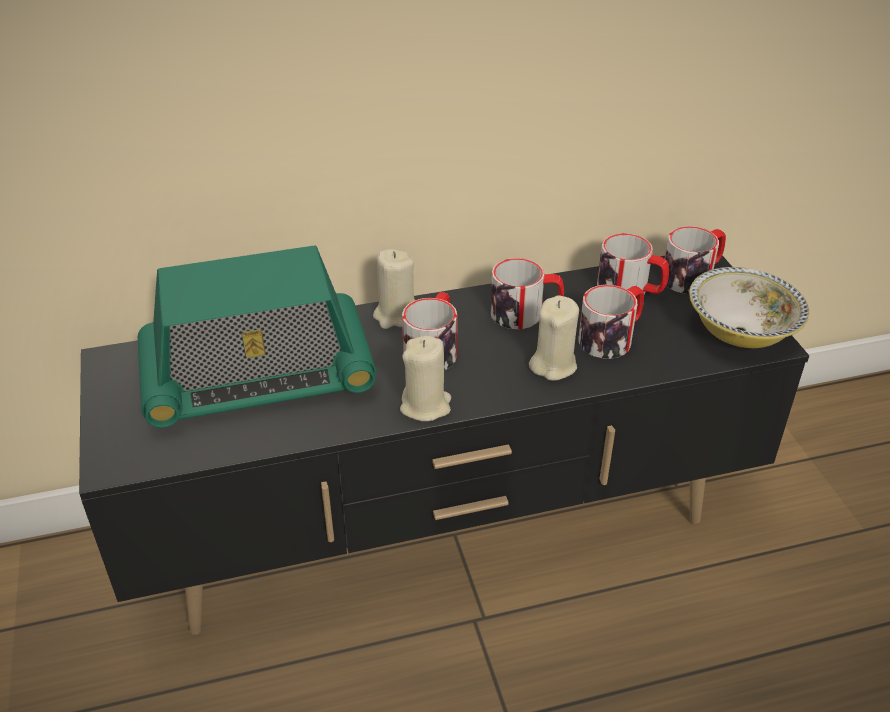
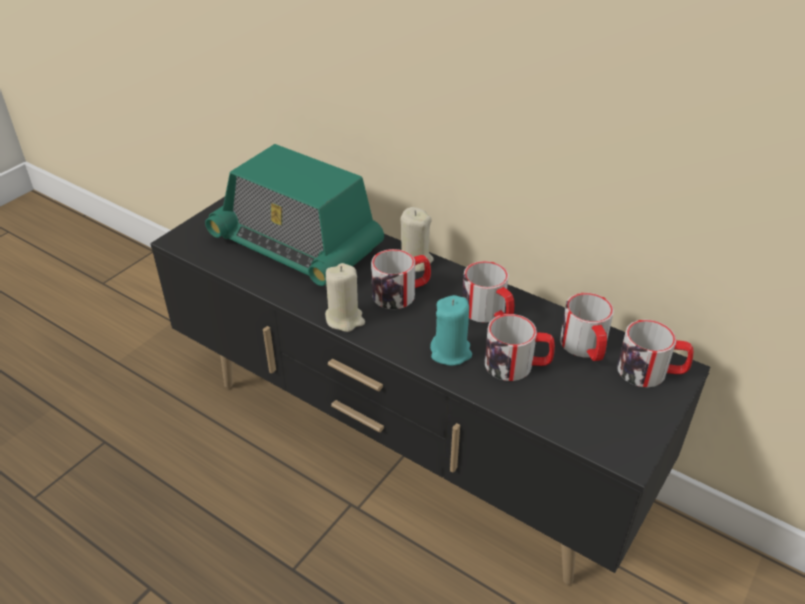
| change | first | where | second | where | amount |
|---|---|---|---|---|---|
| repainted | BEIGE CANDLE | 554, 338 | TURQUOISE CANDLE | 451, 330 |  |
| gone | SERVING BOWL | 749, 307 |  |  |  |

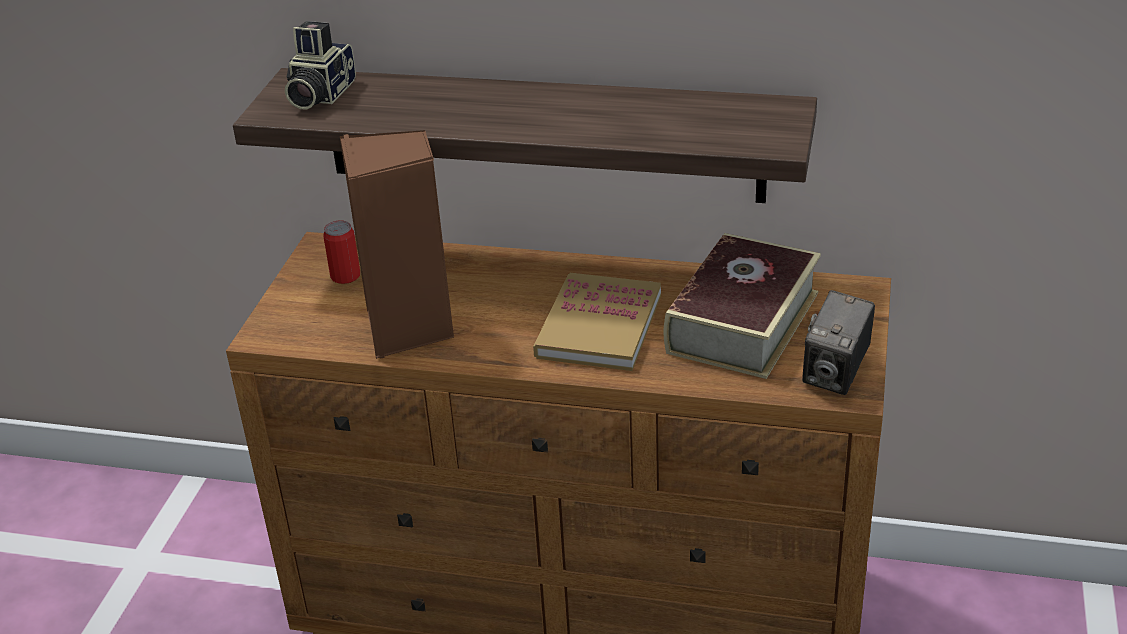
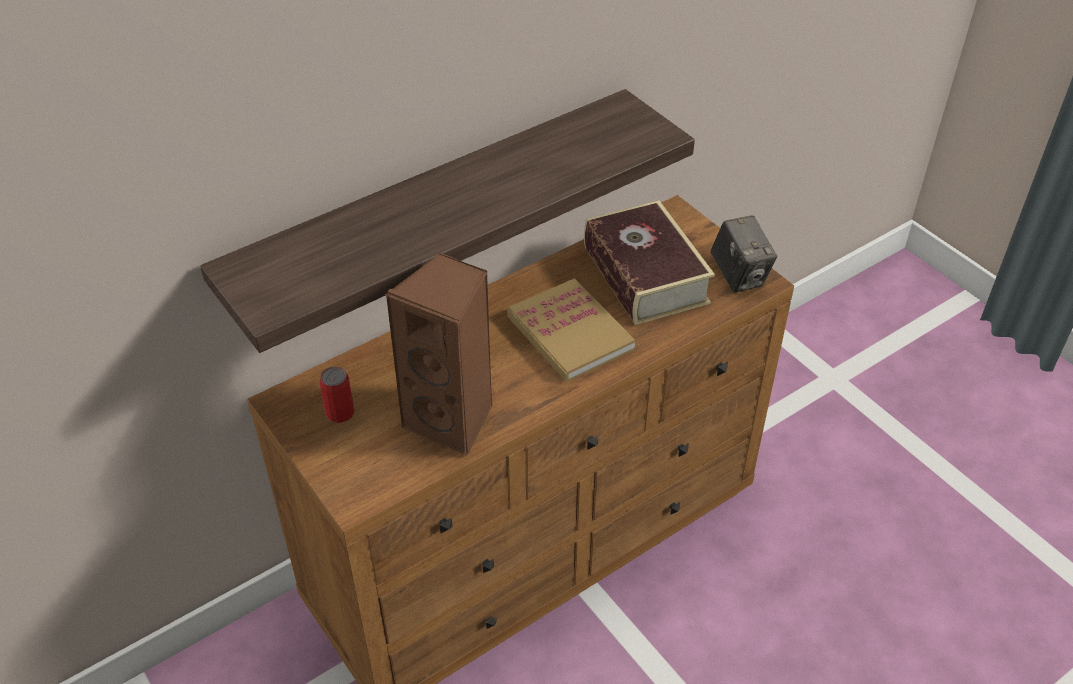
| change | first | where | second | where | amount |
|---|---|---|---|---|---|
| gone | PHOTO CAMERA | 320, 65 |  |  |  |

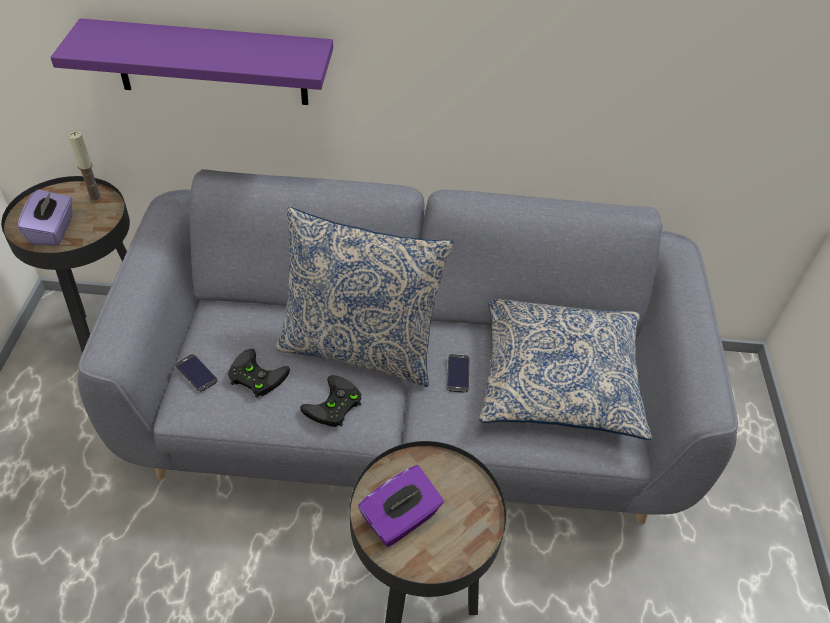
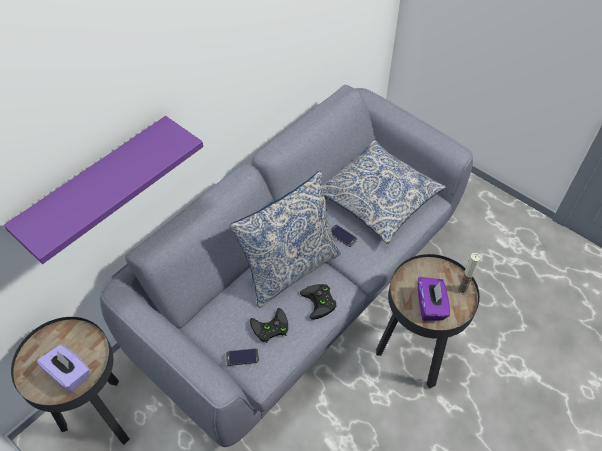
| change | first | where | second | where | amount |
|---|---|---|---|---|---|
| shifted | CANDLE | 85, 166 |  | 469, 273 |  |

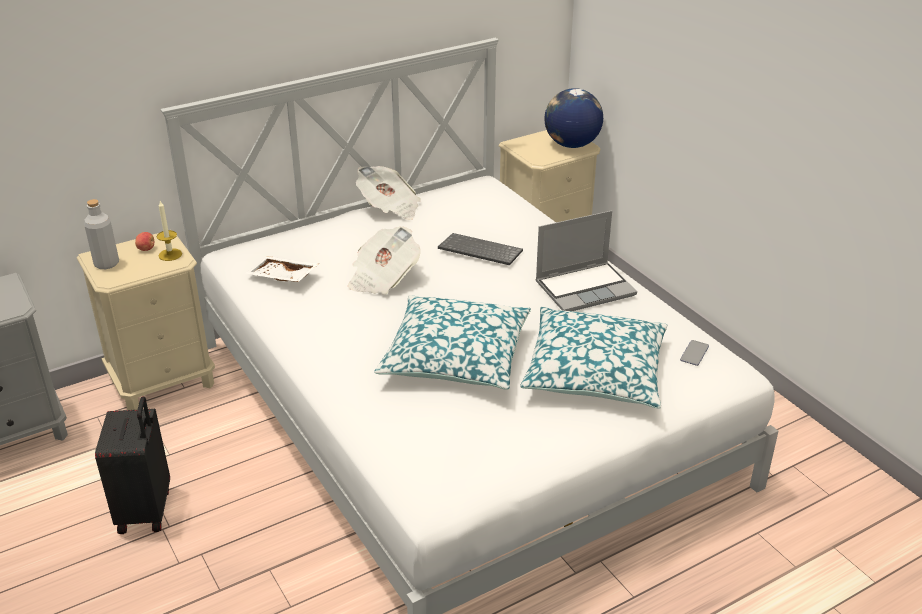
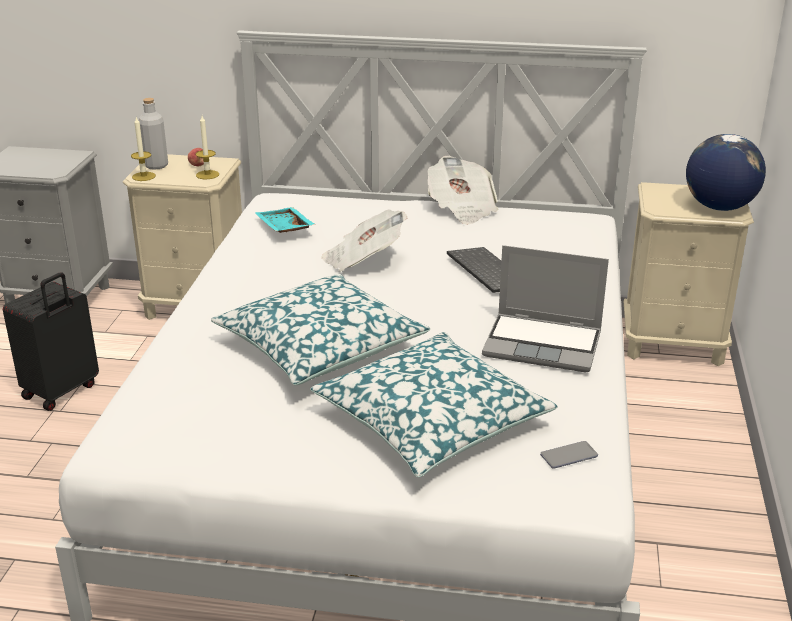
| change | first | where | second | where | amount |
|---|---|---|---|---|---|
| new |  |  | CANDLE | 143, 149 |  |
| repainted | WHITISH CARRYING TRAY | 282, 269 | TURQUOISE CARRYING TRAY | 286, 220 |  |

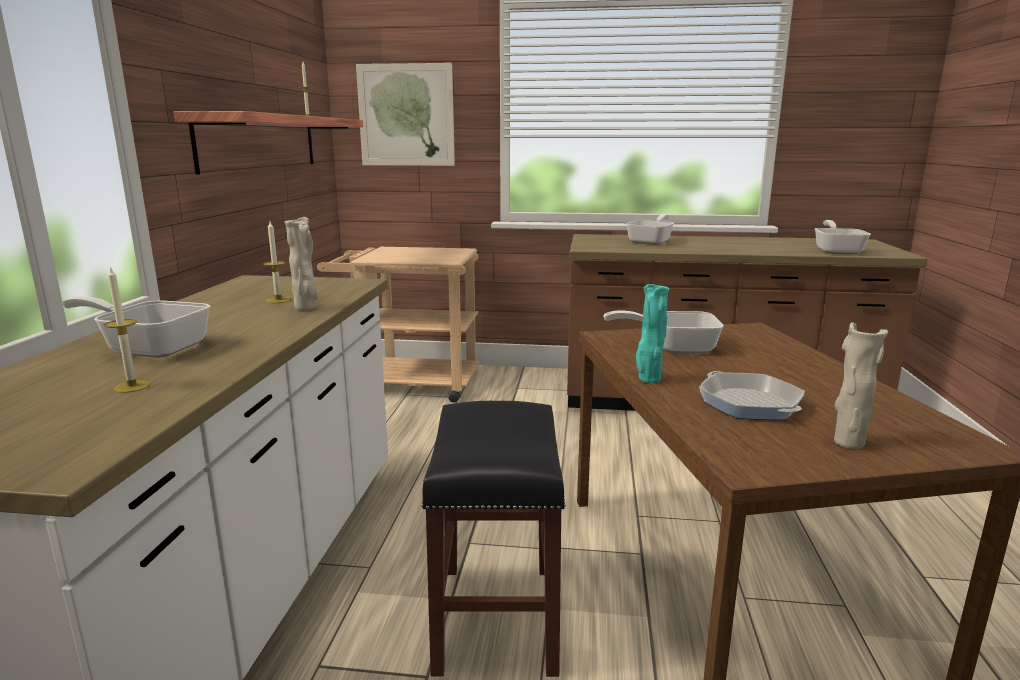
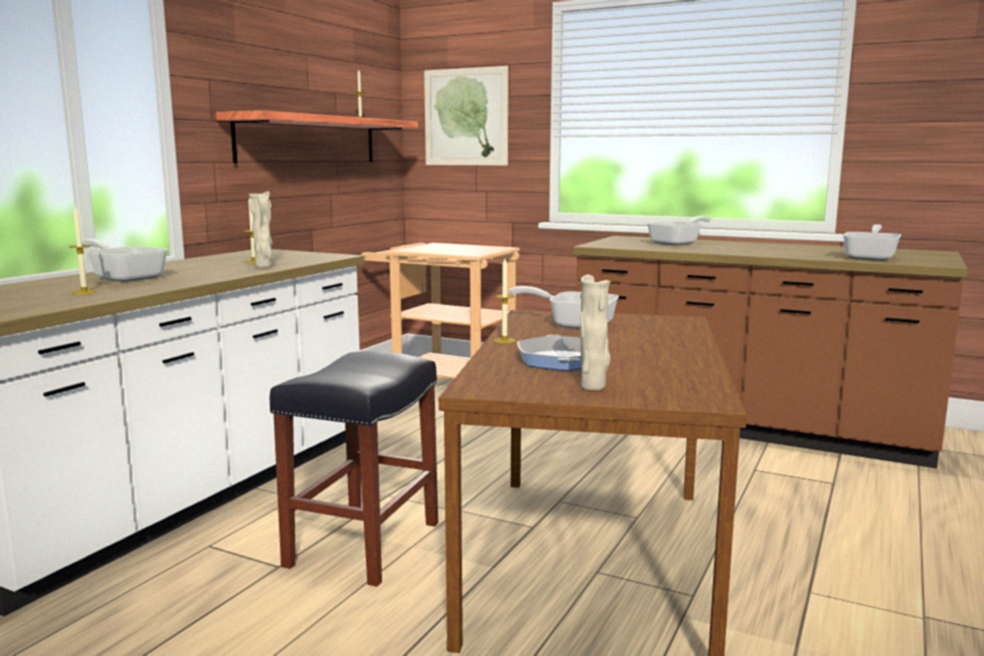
| change | first | where | second | where | amount |
|---|---|---|---|---|---|
| swapped | TURQUOISE FLOWER VASE | 652, 333 | CANDLE | 504, 301 |  |

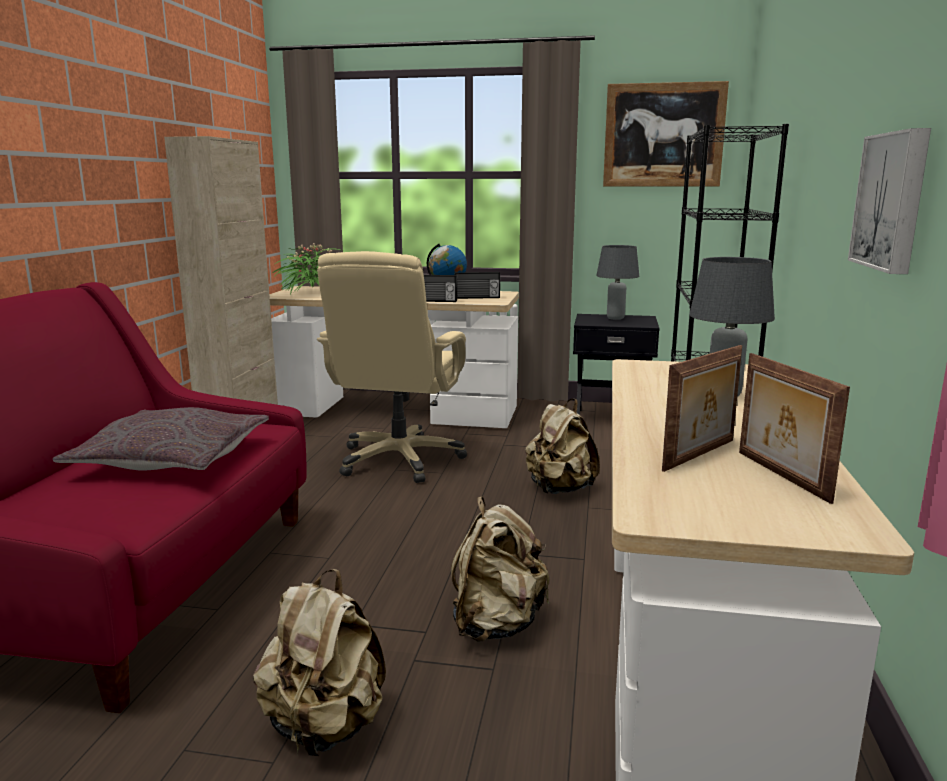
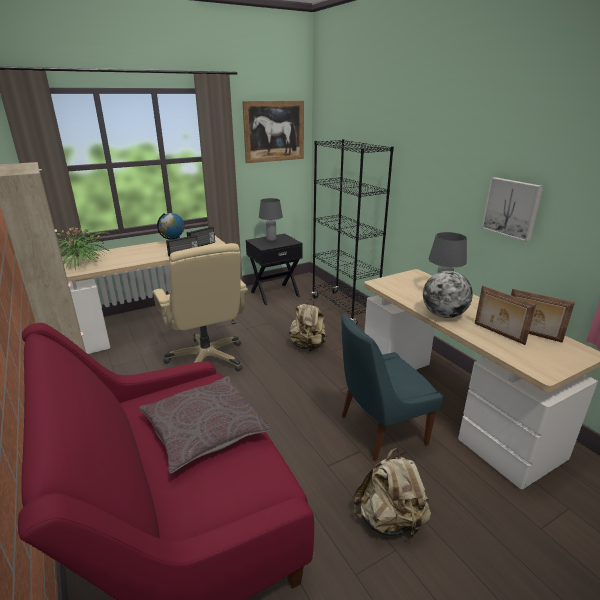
| change | first | where | second | where | amount |
|---|---|---|---|---|---|
| swapped | BEIGE RUCKSACK | 500, 569 | BLUE UPRIGHT CHAIR | 392, 387 |  |
| new |  |  | GLOBE | 448, 294 |  |
| rotated | PICTURE FRAME | 702, 408 |  | 505, 315 | 135 degrees clockwise |

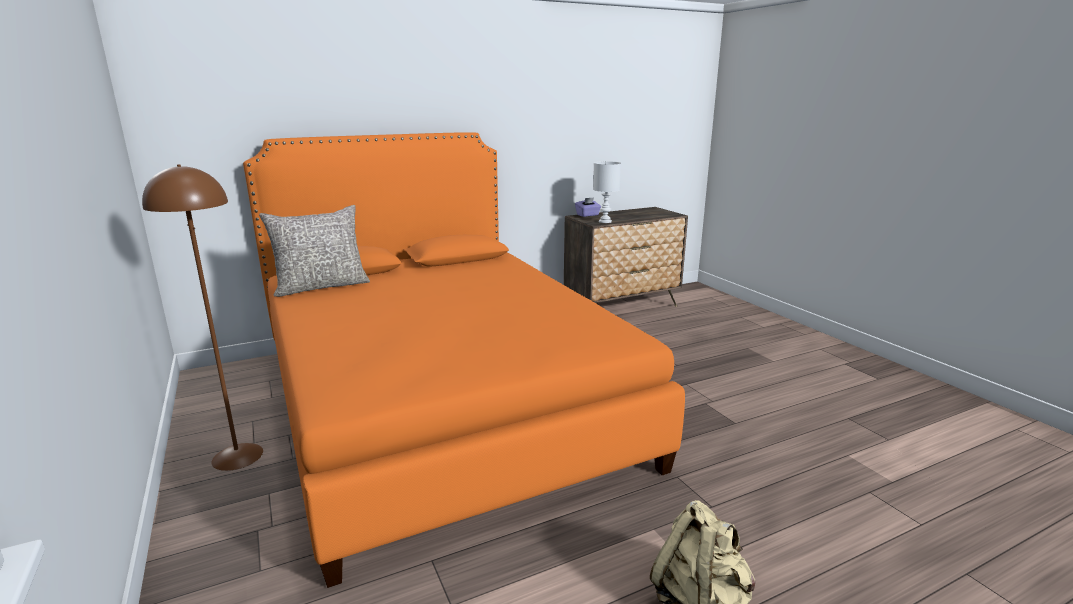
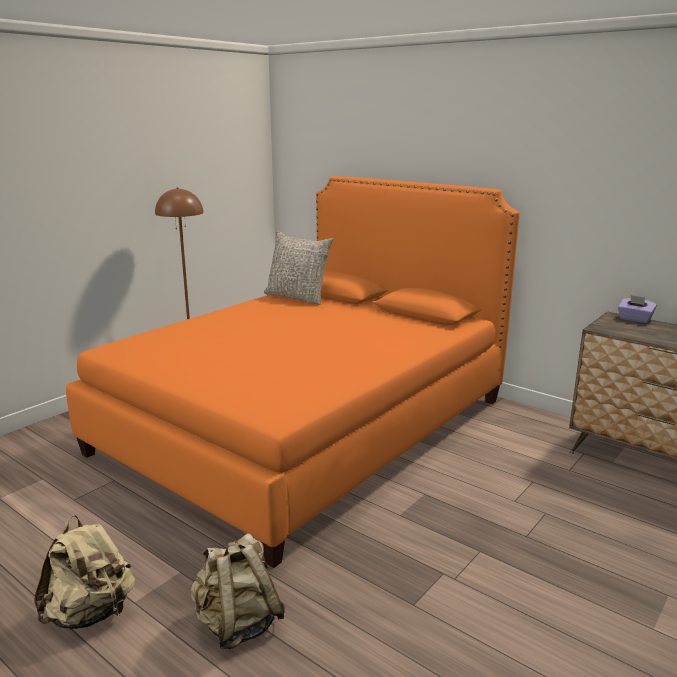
| change | first | where | second | where | amount |
|---|---|---|---|---|---|
| new |  |  | BEIGE RUCKSACK | 237, 591 |  |
| gone | WHITISH LAMP FOR A TABLE | 607, 192 |  |  |  |

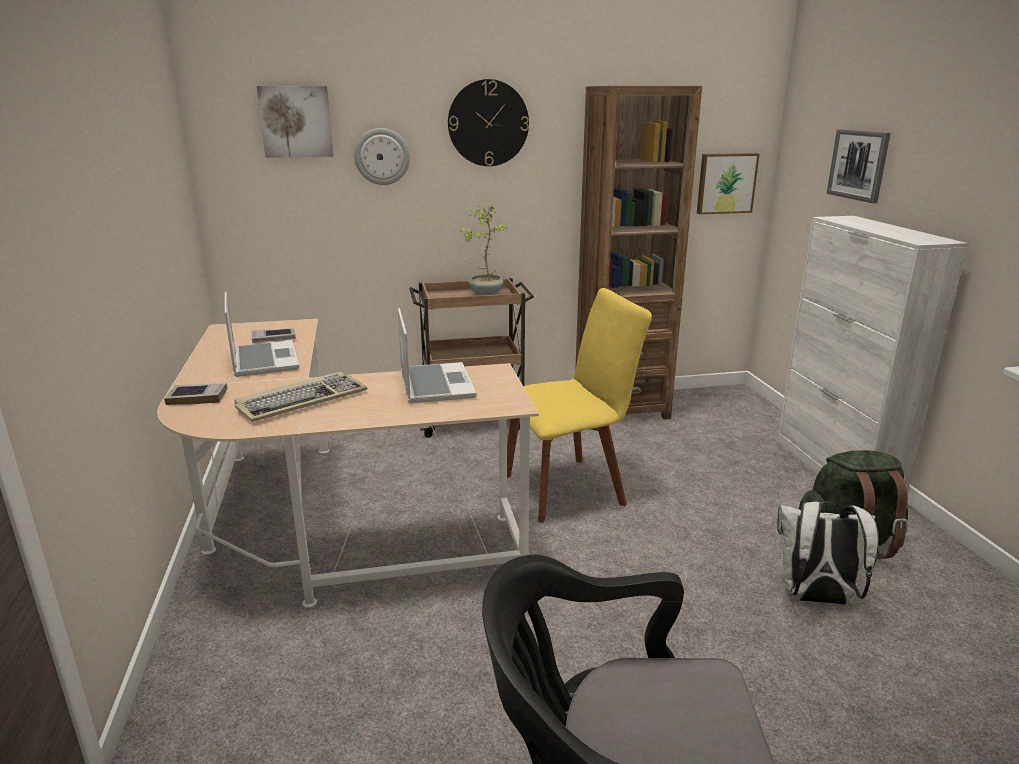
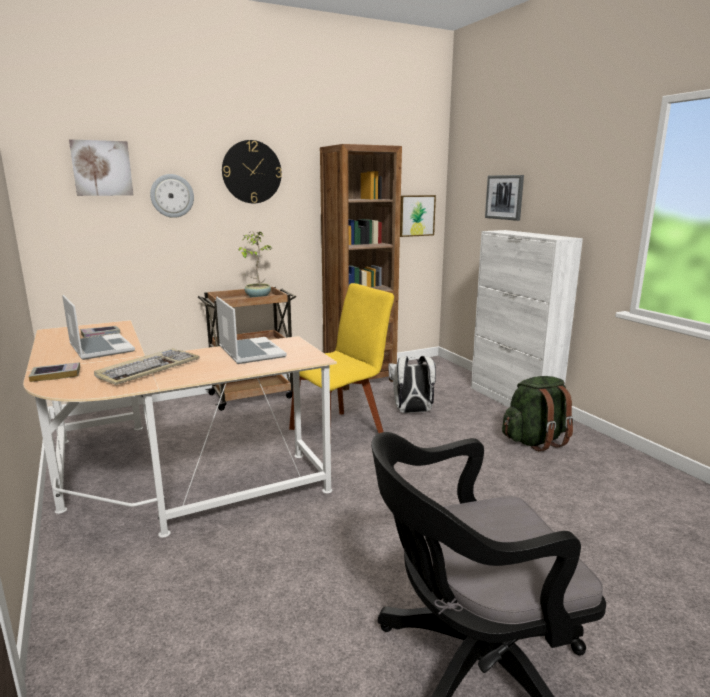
| change | first | where | second | where | amount |
|---|---|---|---|---|---|
| shifted | WHITISH RUCKSACK | 828, 553 |  | 412, 384 |  |

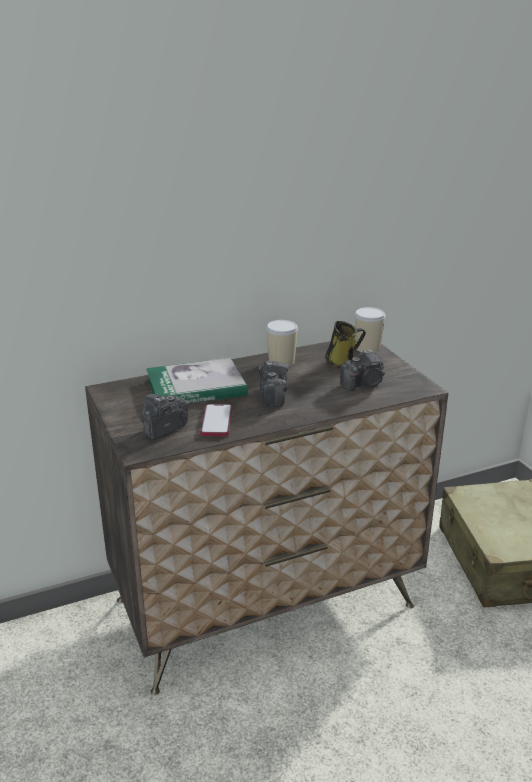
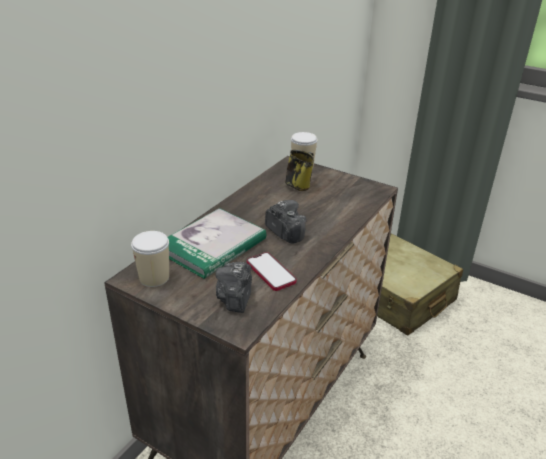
| change | first | where | second | where | amount |
|---|---|---|---|---|---|
| shifted | CUP | 282, 343 |  | 150, 259 |  |
| gone | PHOTO CAMERA | 362, 370 |  |  |  |

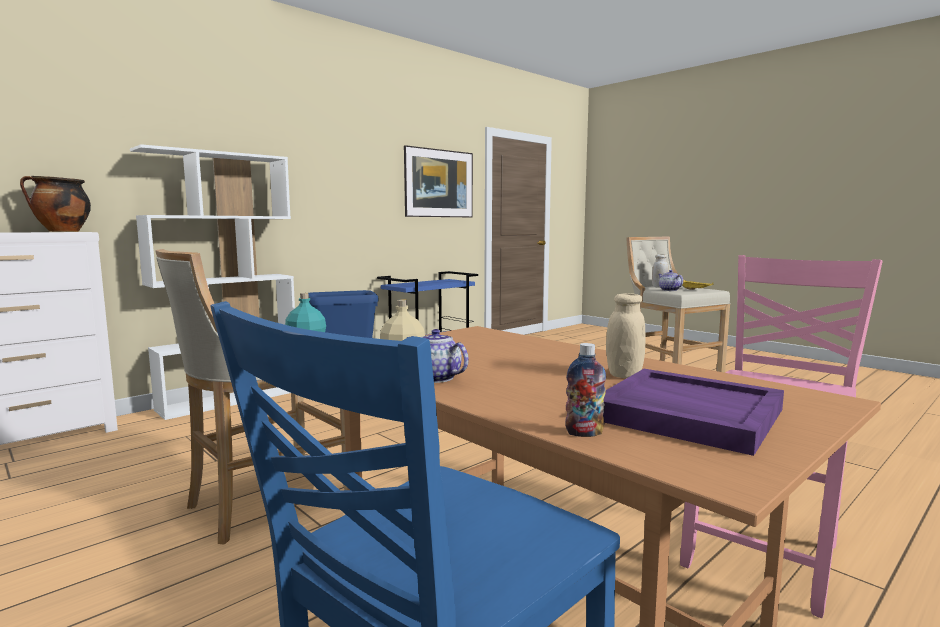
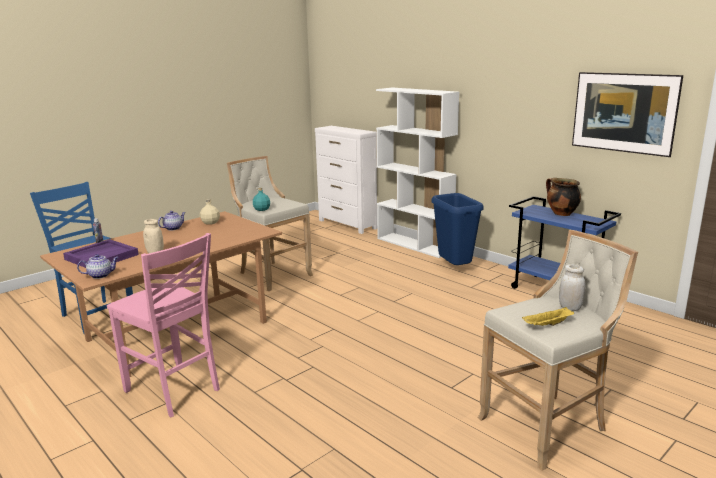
| change | first | where | second | where | amount |
|---|---|---|---|---|---|
| shifted | TEAPOT | 670, 280 |  | 98, 266 |  |
| shifted | COOKING POT | 55, 204 |  | 563, 197 |  |

